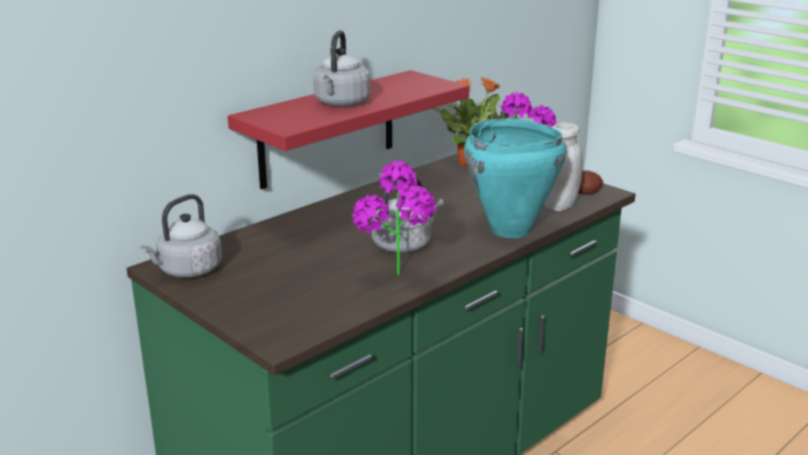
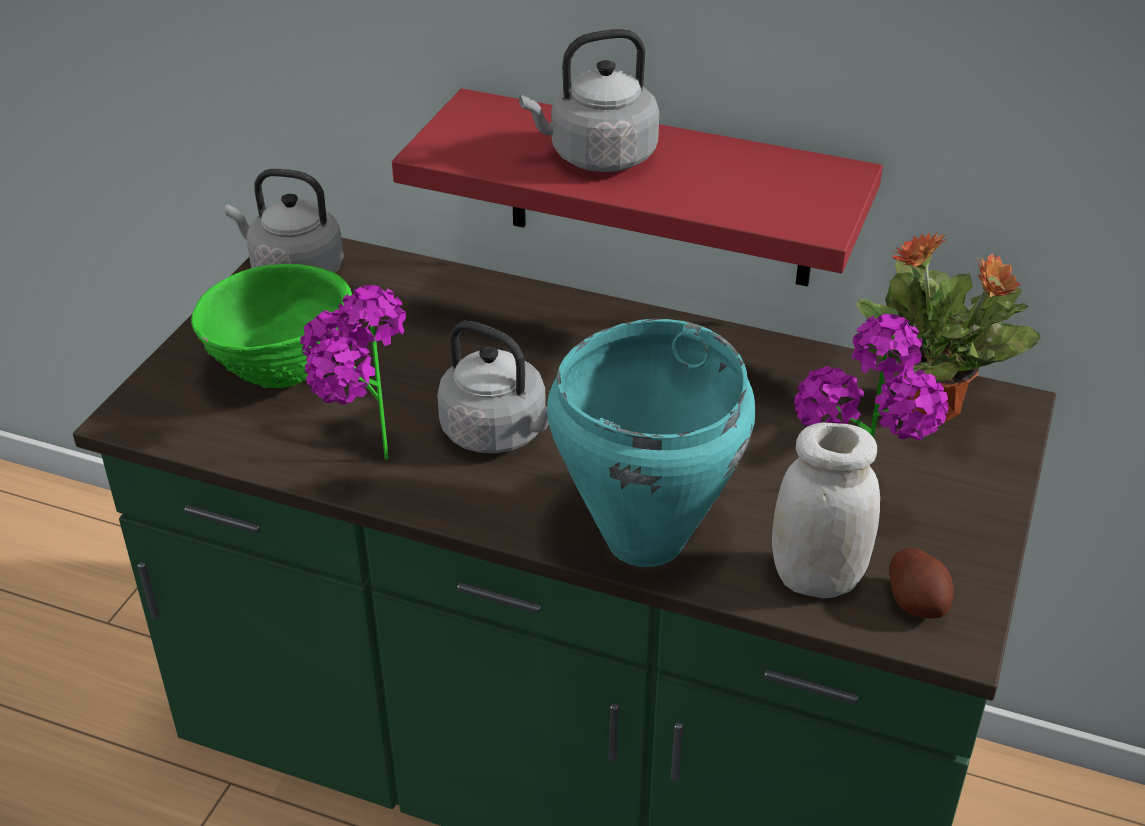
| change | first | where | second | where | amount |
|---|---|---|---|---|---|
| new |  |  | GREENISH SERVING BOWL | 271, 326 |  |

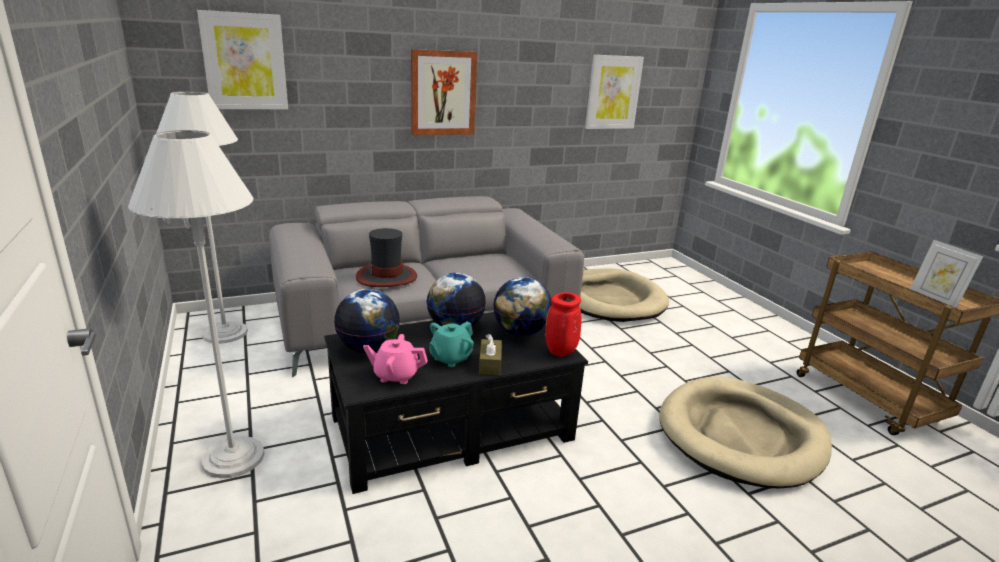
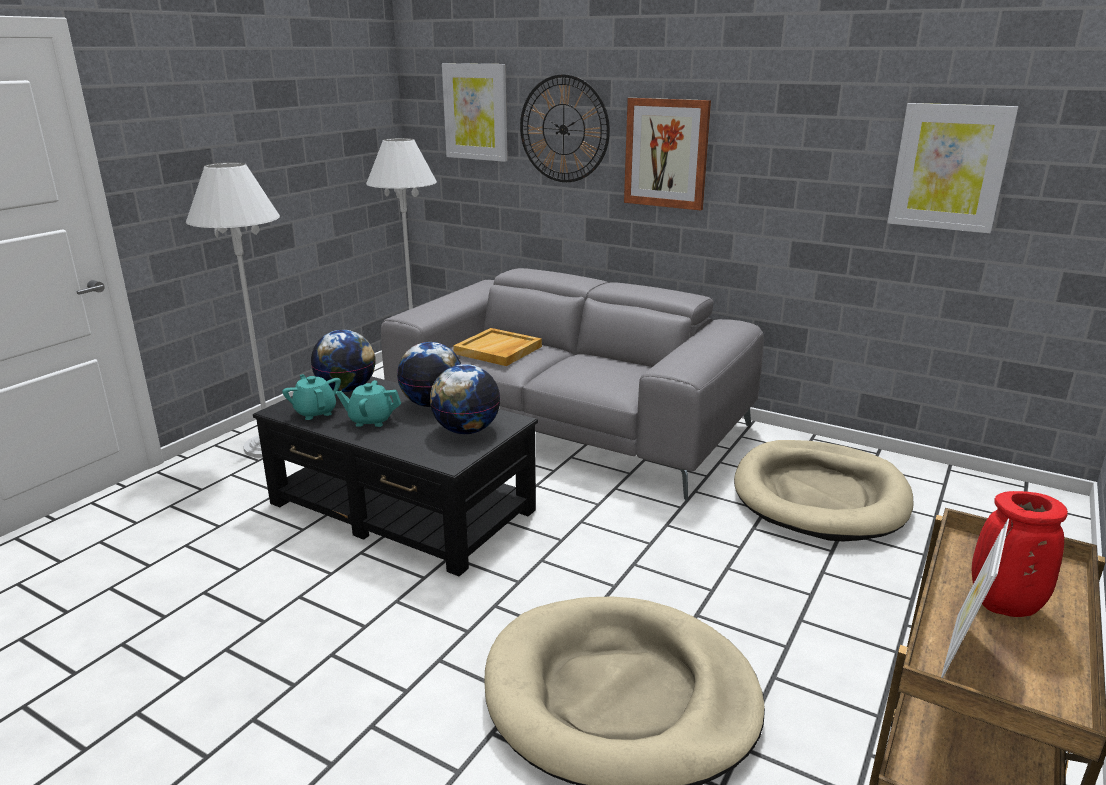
| change | first | where | second | where | amount |
|---|---|---|---|---|---|
| repainted | PINK TEAPOT | 395, 359 | TURQUOISE TEAPOT | 311, 397 |  |
| swapped | WEARABLE HAT | 386, 257 | BEIGE CARRYING TRAY | 497, 347 |  |
| new |  |  | CLOCK ON THE WALL | 565, 128 |  |
| shifted | RED-COLOURED FLOWER VASE | 563, 324 |  | 1020, 554 |  |
| gone | BROWN-COLOURED BOX OF TISSUES | 490, 354 |  |  |  |

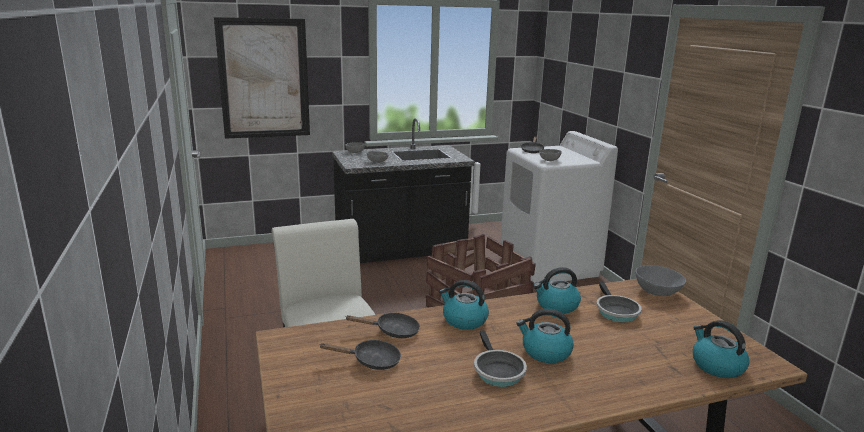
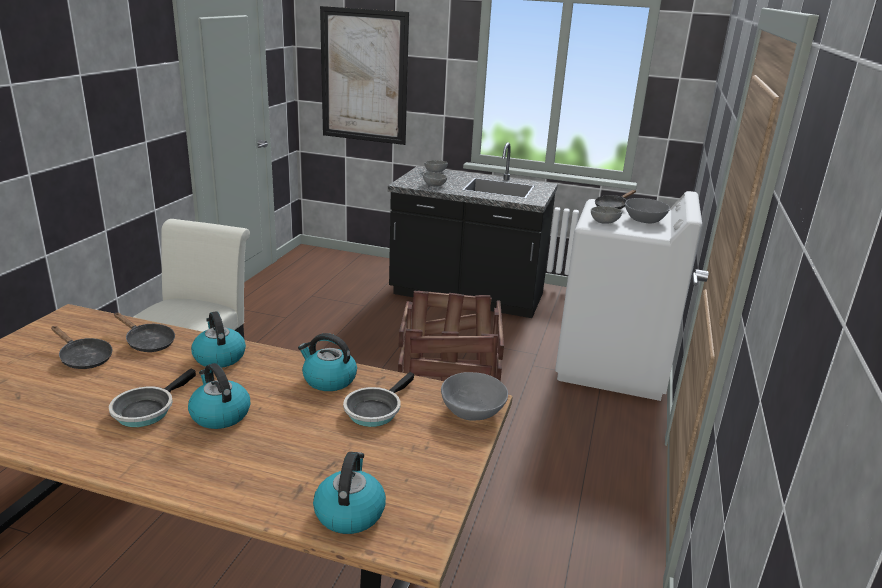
| change | first | where | second | where | amount |
|---|---|---|---|---|---|
| new |  |  | GRAY SERVING BOWL | 647, 210 |  |

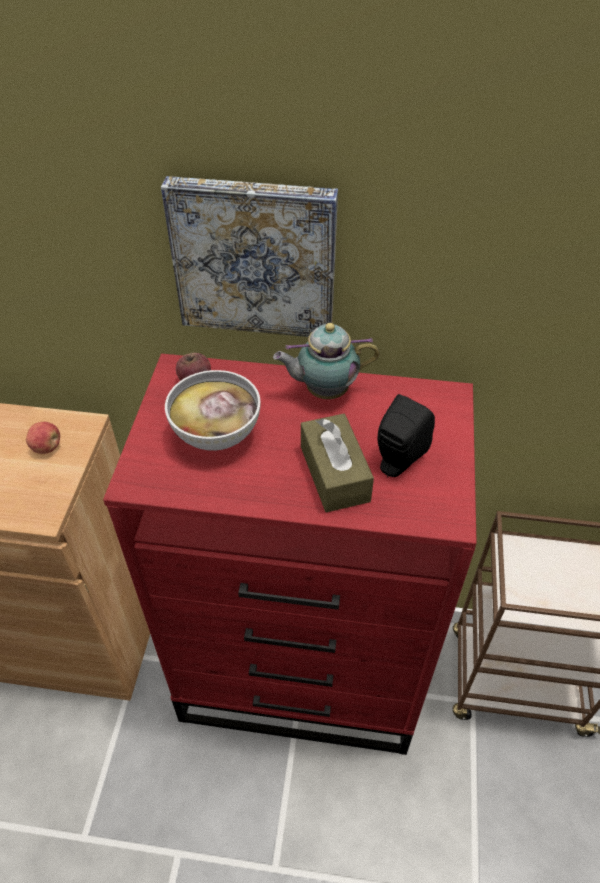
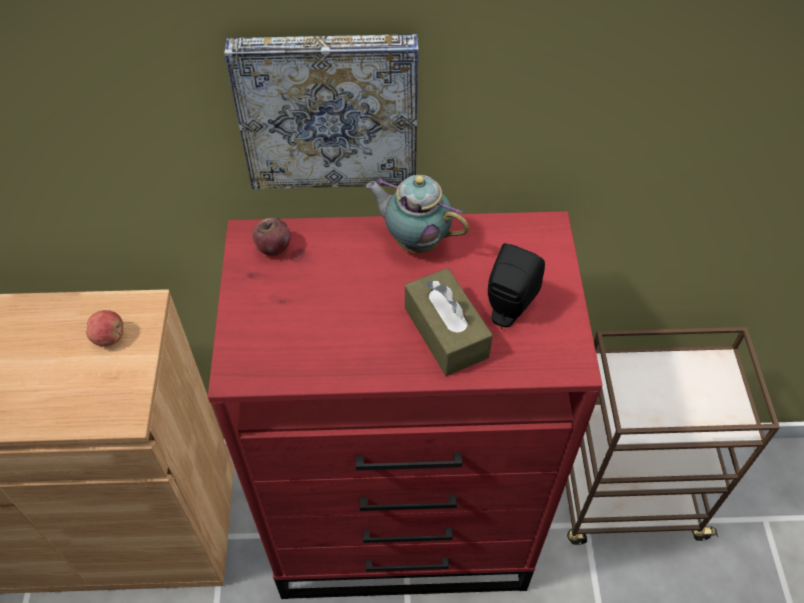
| change | first | where | second | where | amount |
|---|---|---|---|---|---|
| rotated | TEAPOT | 326, 361 |  | 417, 214 | 45 degrees clockwise |
| gone | SERVING BOWL | 212, 410 |  |  |  |

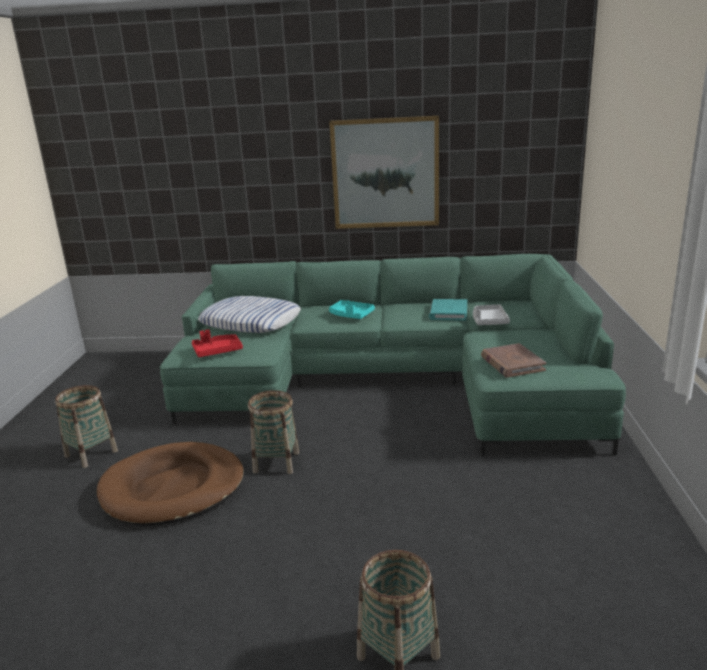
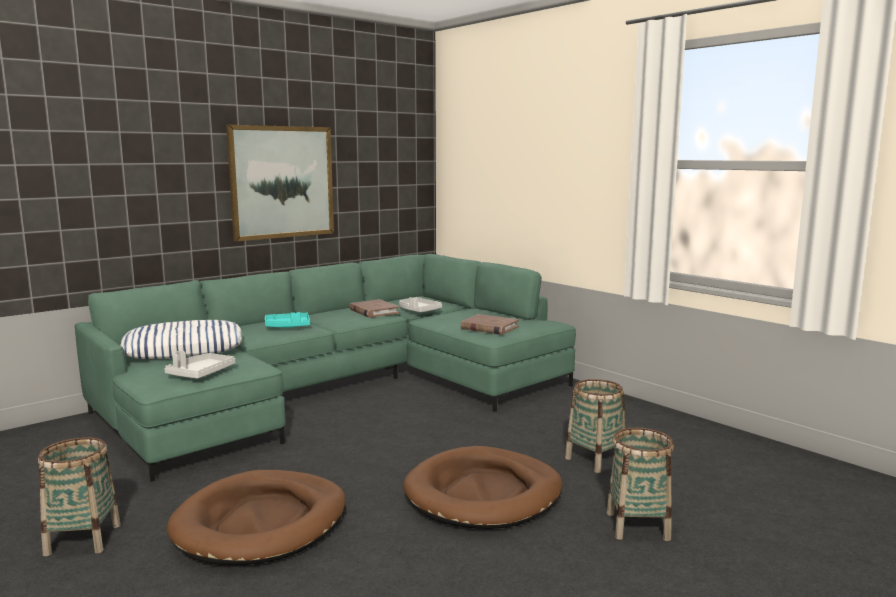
| change | first | where | second | where | amount |
|---|---|---|---|---|---|
| repainted | RED-COLOURED CARRYING TRAY | 217, 343 | GRAY CARRYING TRAY | 199, 364 |  |
| repainted | TURQUOISE VOLUME | 448, 310 | BROWN-COLOURED VOLUME | 374, 308 |  |
| new |  |  | BROWN-COLOURED PET BED | 482, 487 |  |
| shifted | HOUSEHOLD BASKET | 273, 432 |  | 595, 426 |  |

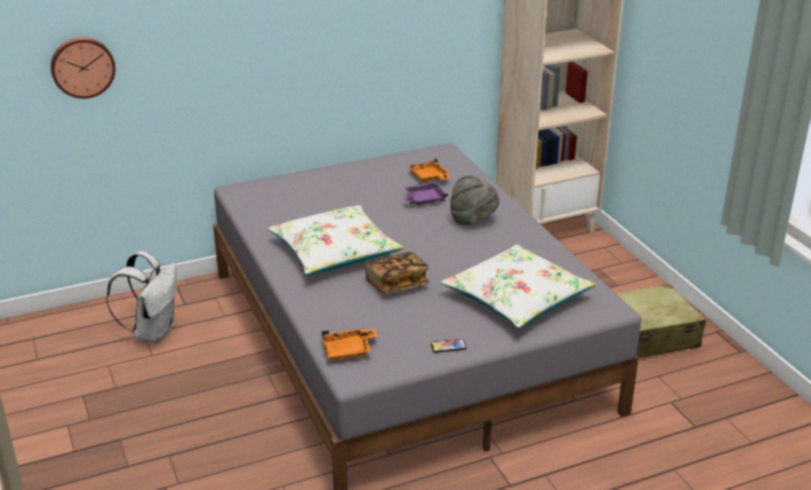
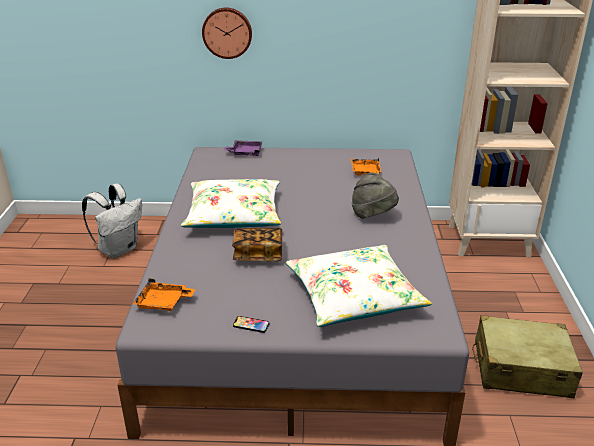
| change | first | where | second | where | amount |
|---|---|---|---|---|---|
| shifted | CLOCK ON THE WALL | 83, 68 |  | 227, 33 |  |
| shifted | PURPLISH CARRYING TRAY | 425, 193 |  | 243, 148 |  |

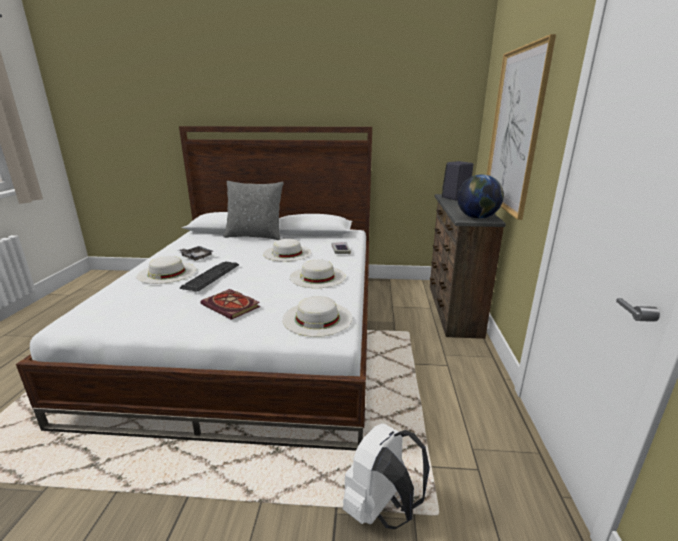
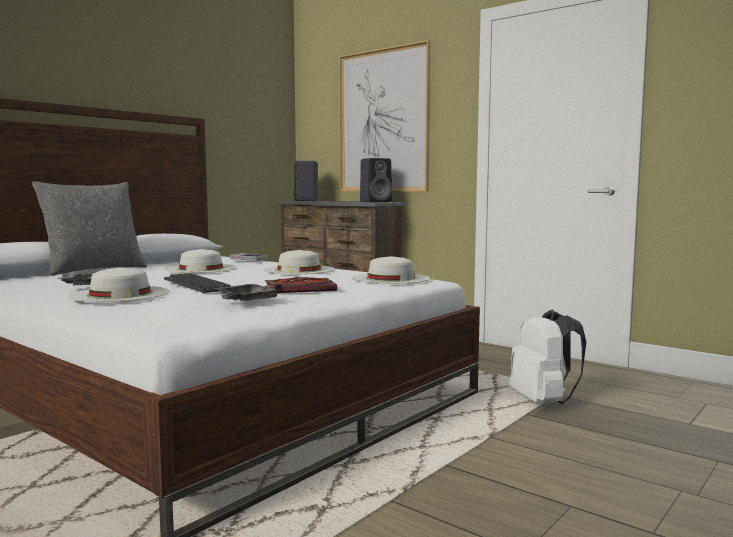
| change | first | where | second | where | amount |
|---|---|---|---|---|---|
| new |  |  | GRAY CARRYING TRAY | 248, 292 |  |
| swapped | GLOBE | 480, 197 | BLACK-COLOURED AUDIO SPEAKER | 376, 180 |  |

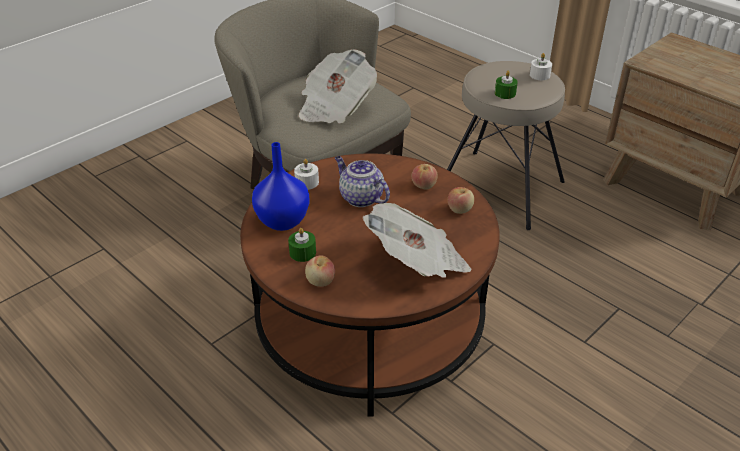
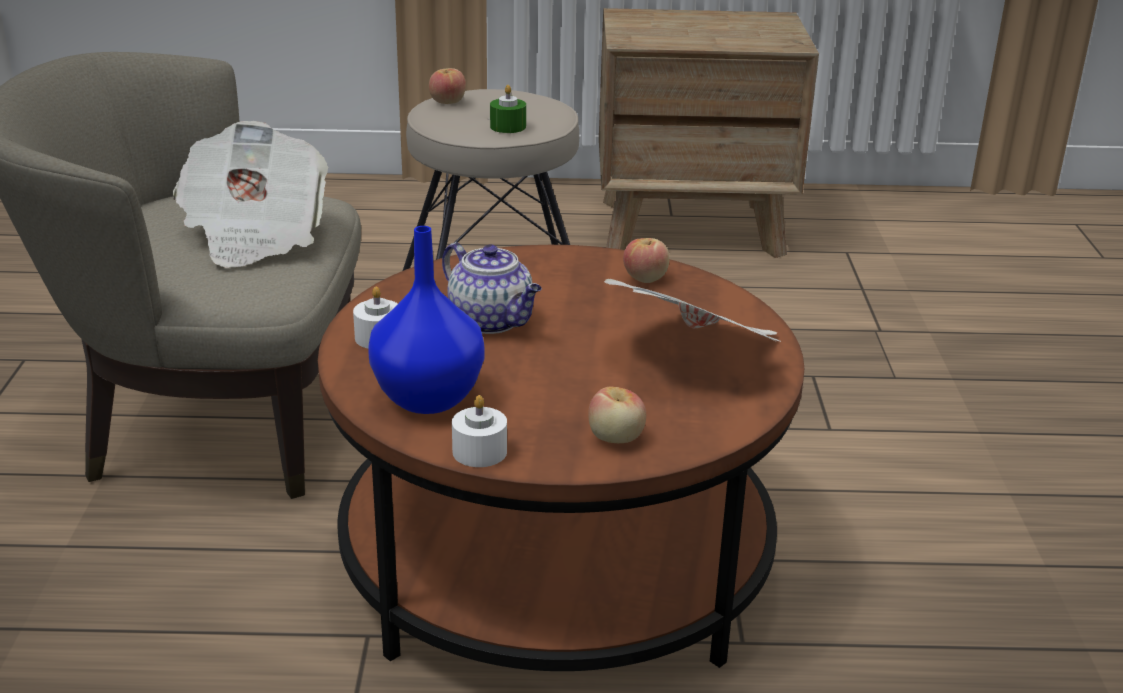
| change | first | where | second | where | amount |
|---|---|---|---|---|---|
| shifted | WHOLE APPLE | 425, 176 |  | 447, 86 |  |
| rotated | TEAPOT | 362, 181 |  | 492, 288 | 135 degrees counterclockwise |
| shifted | WHITISH CANDLE | 541, 66 |  | 479, 431 |  |
| gone | GREENISH CANDLE | 302, 245 |  |  |  |

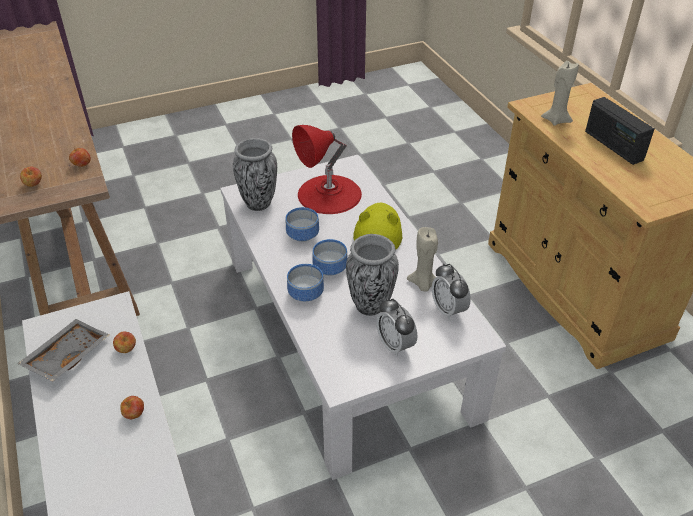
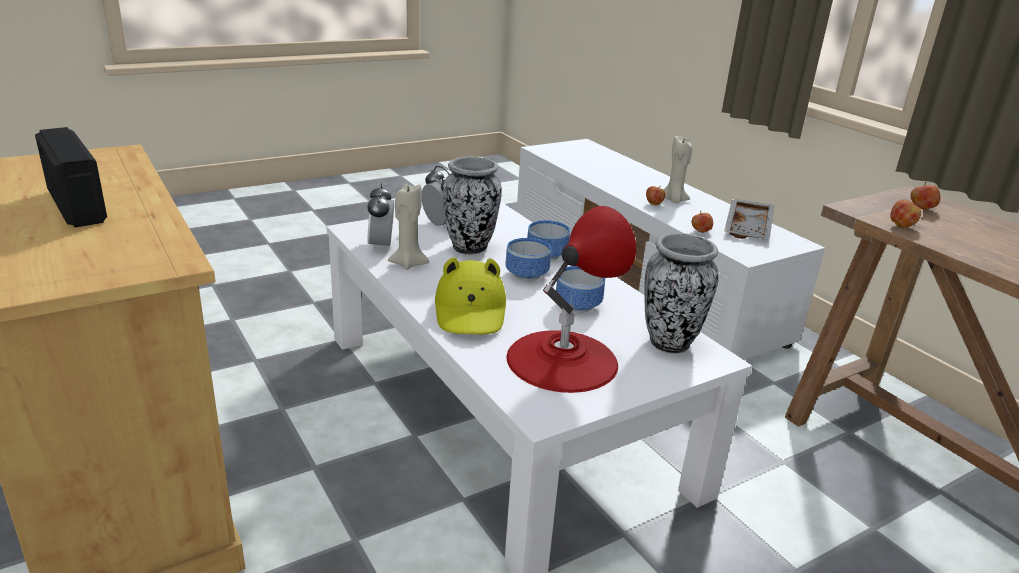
| change | first | where | second | where | amount |
|---|---|---|---|---|---|
| rotated | BEDSIDE CLOCK | 451, 291 |  | 380, 217 | 150 degrees counterclockwise |
| shifted | BEIGE CANDLE | 560, 93 |  | 677, 169 |  |

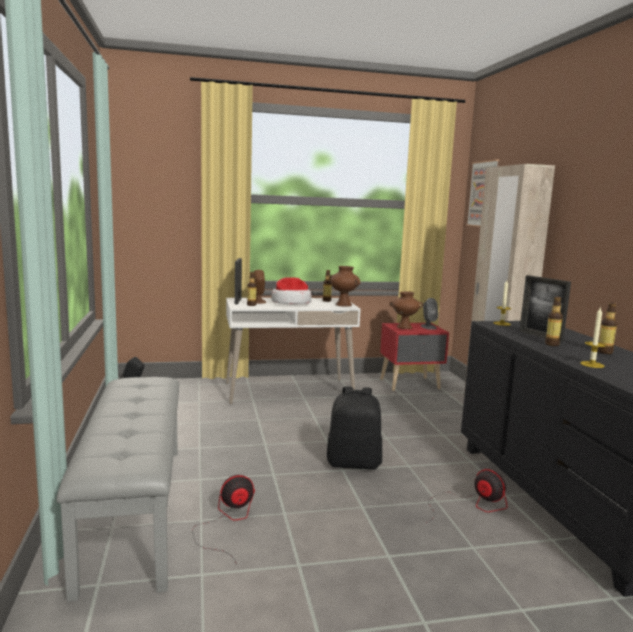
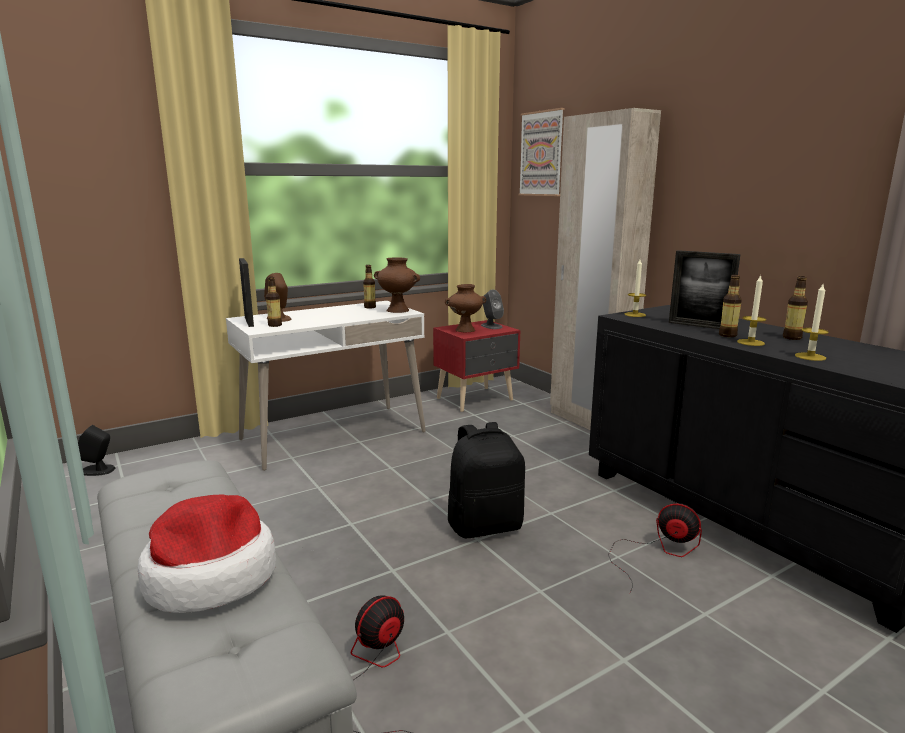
| change | first | where | second | where | amount |
|---|---|---|---|---|---|
| shifted | WEARABLE HAT | 291, 290 |  | 207, 553 |  |
| new |  |  | CANDLE | 752, 310 |  |

